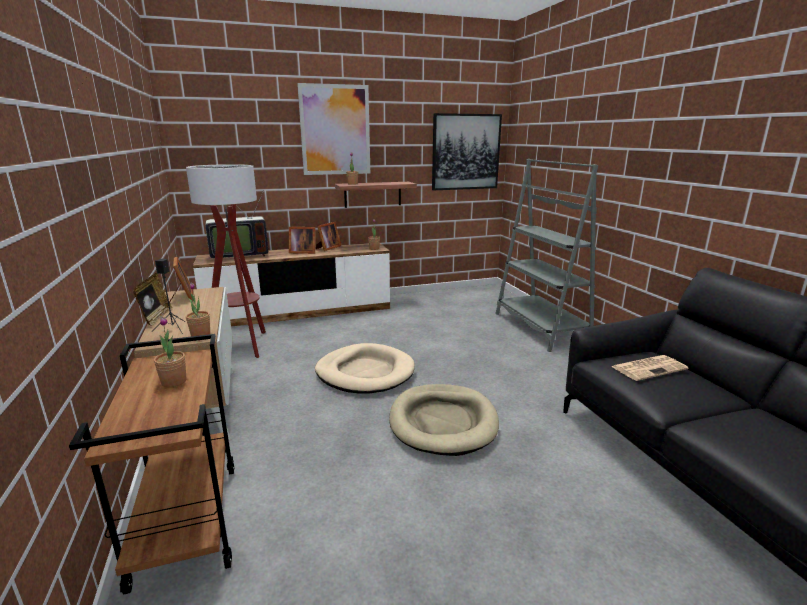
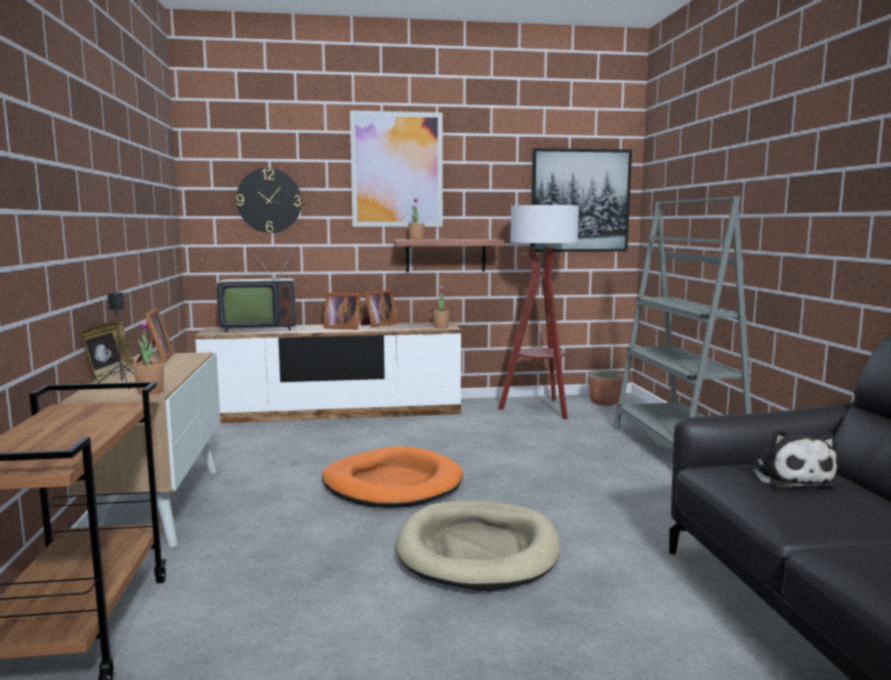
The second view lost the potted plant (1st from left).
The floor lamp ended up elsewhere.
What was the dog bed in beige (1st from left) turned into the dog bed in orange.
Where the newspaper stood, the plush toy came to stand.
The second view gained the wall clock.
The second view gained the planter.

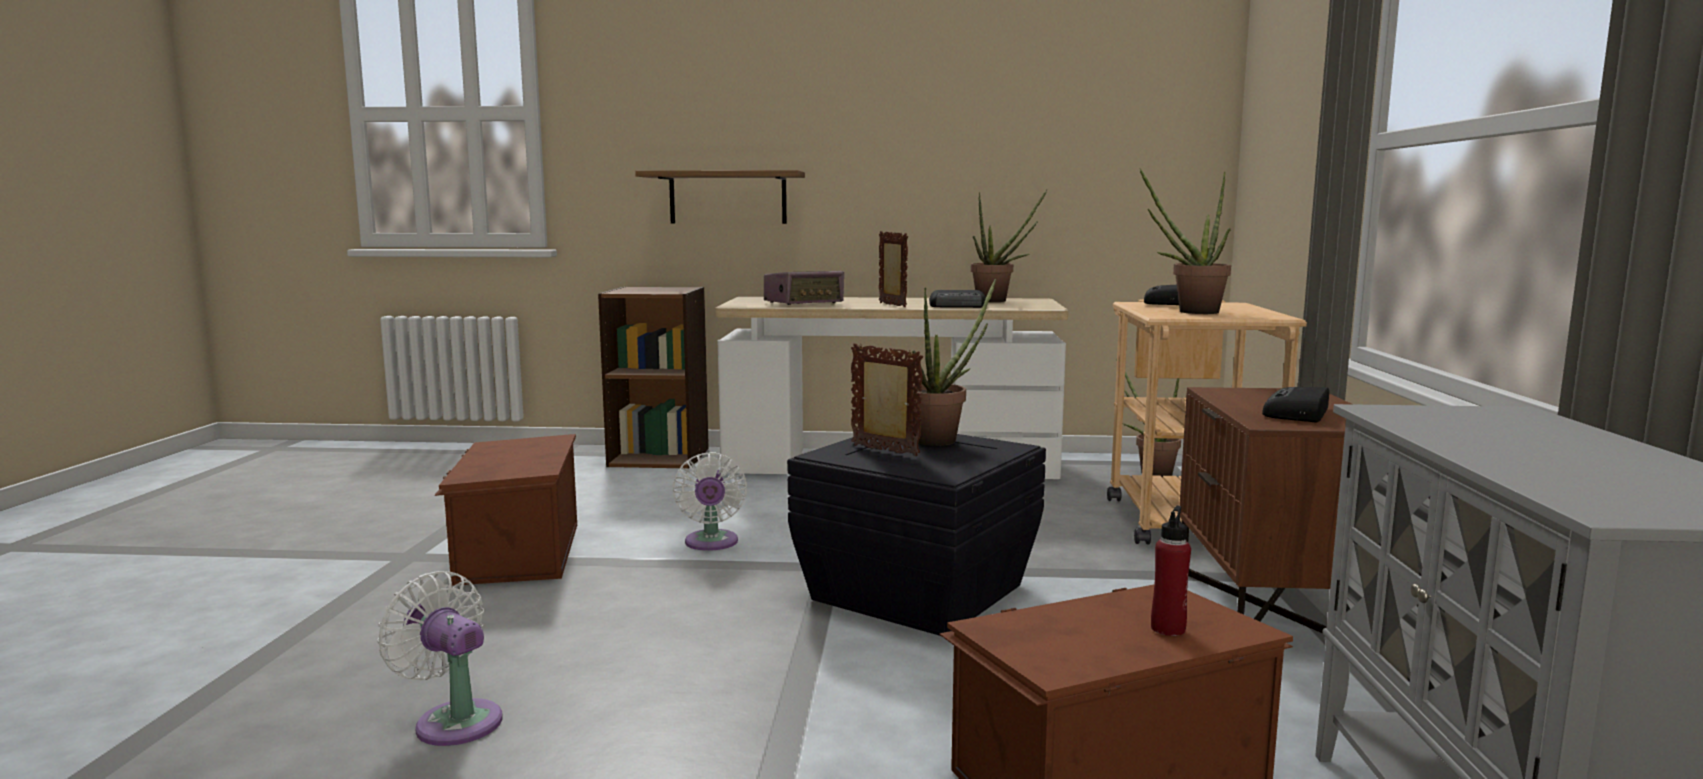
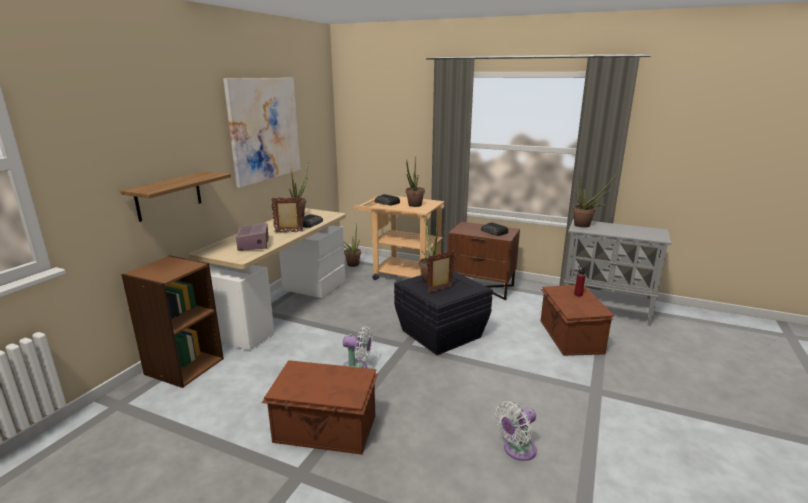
The second view gained the picture.
The second view gained the potted plant (5th from left).

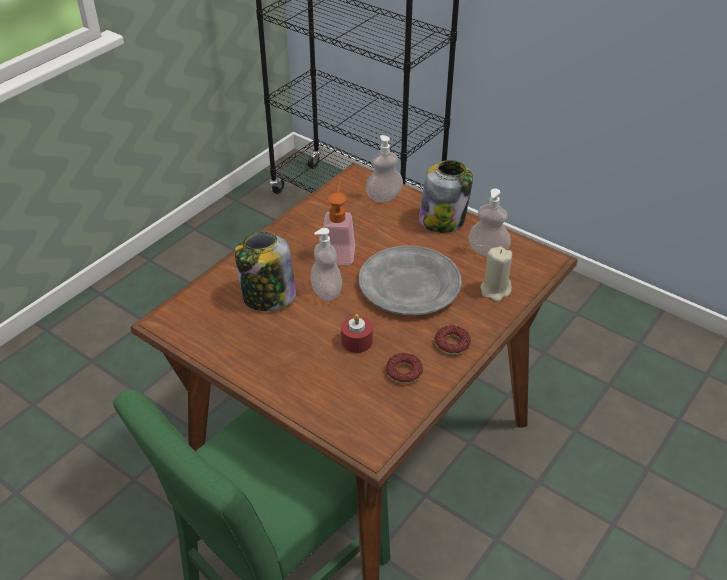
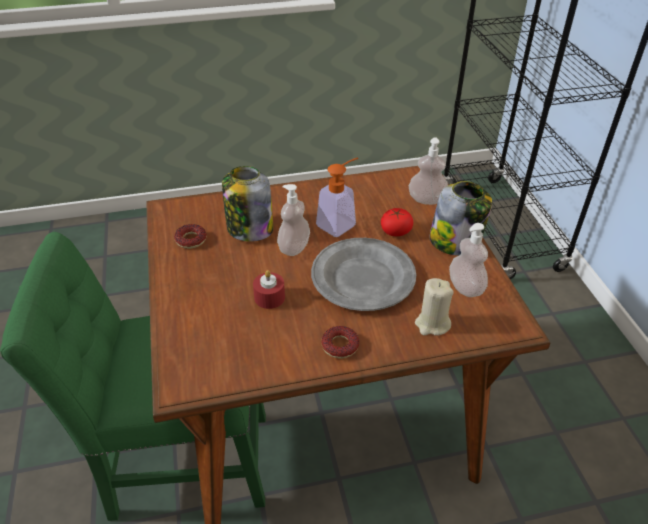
The donut (1st from left) ended up elsewhere.
The second view gained the tomato.

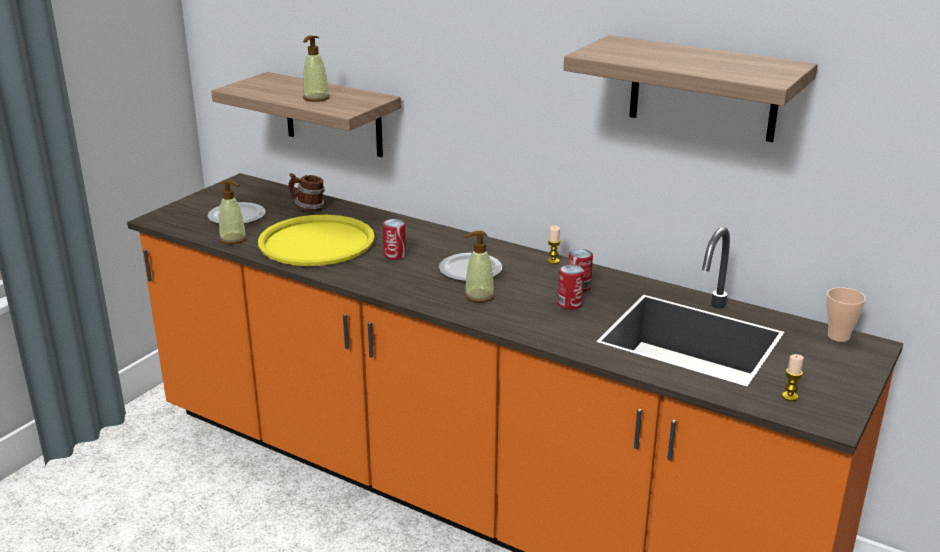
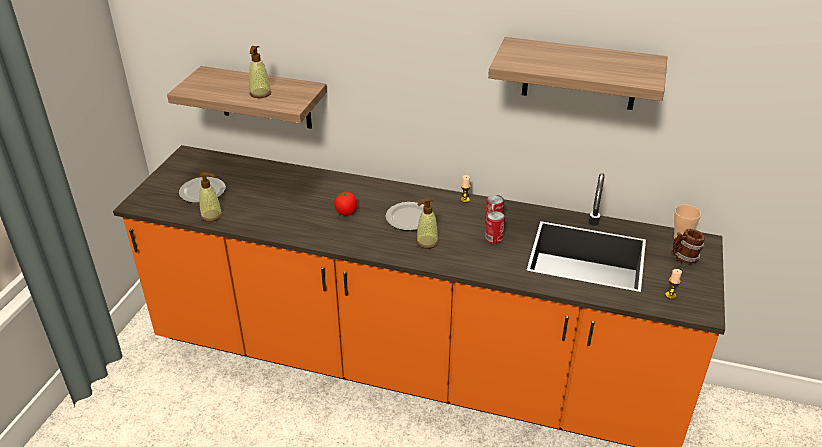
The second view lost the tray in yellow.
The mug ended up elsewhere.
Where the can (1st from left) stood, the tomato came to stand.

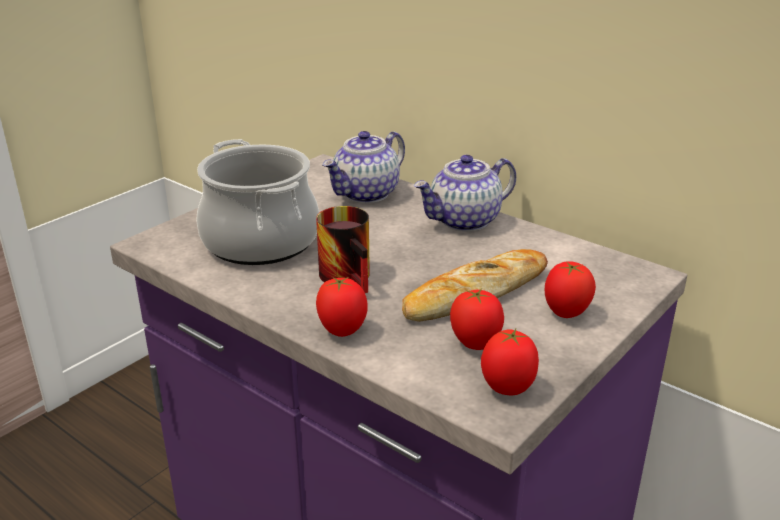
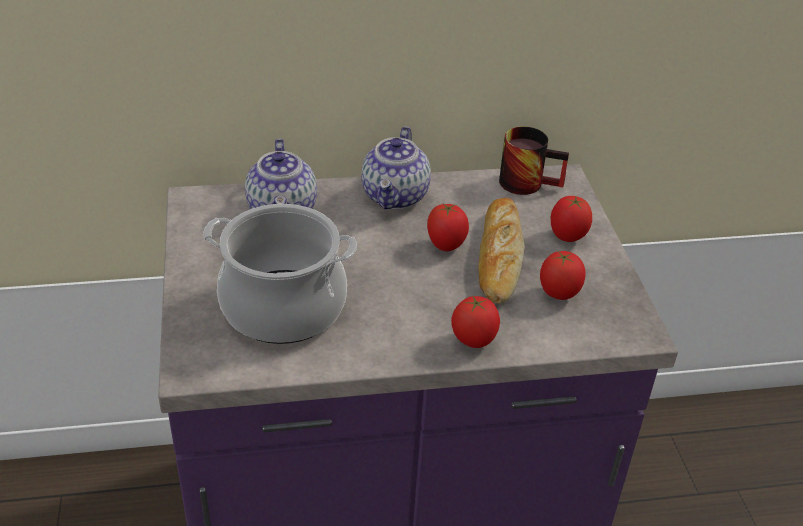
The mug ended up elsewhere.
The tomato (3rd from left in the first image) ended up elsewhere.

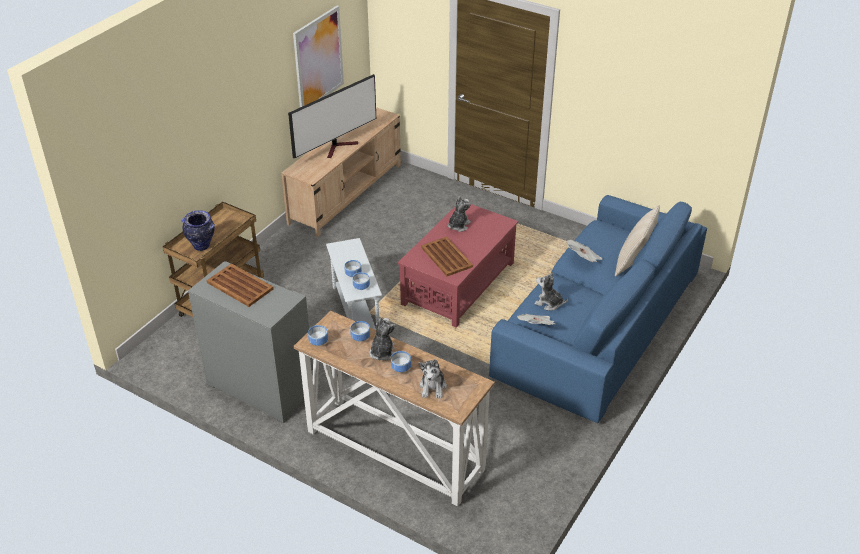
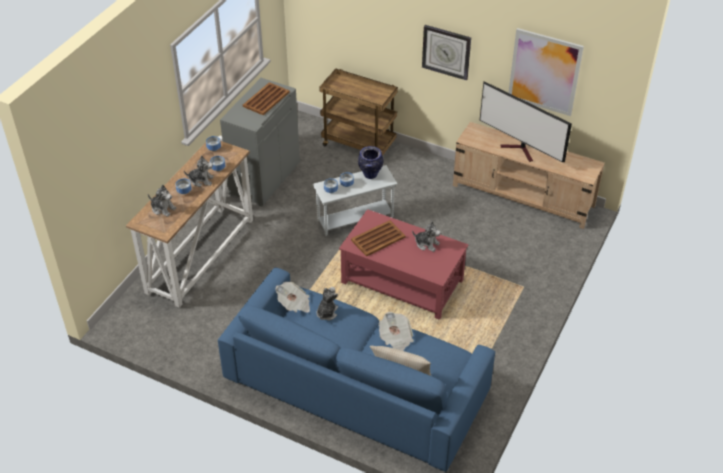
The vase ended up elsewhere.
The plush toy (2nd from left in the first image) ended up facing another way, 150 degrees counterclockwise from before.
The second view gained the wall clock.

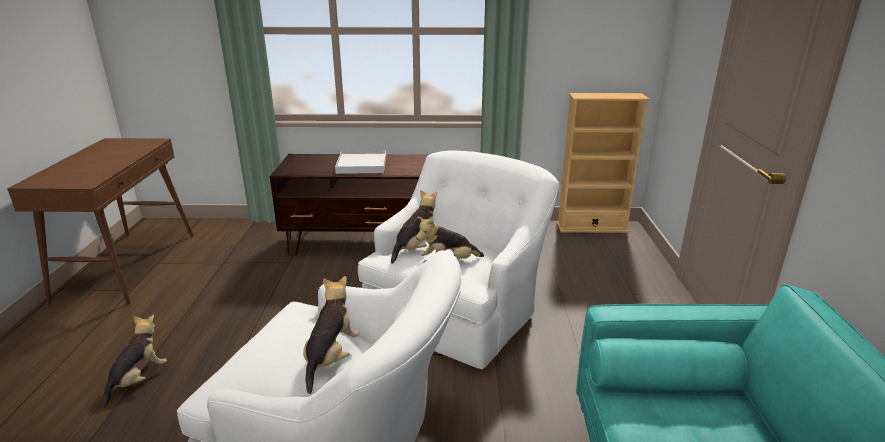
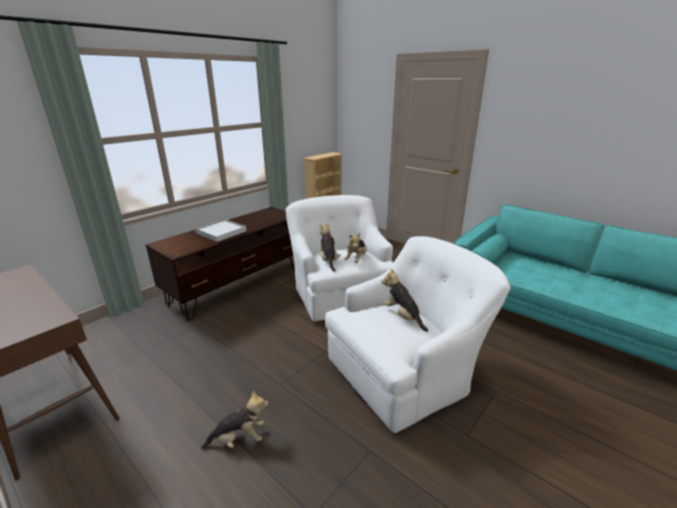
The plush toy (1st from left) ended up facing another way, 105 degrees clockwise from before.

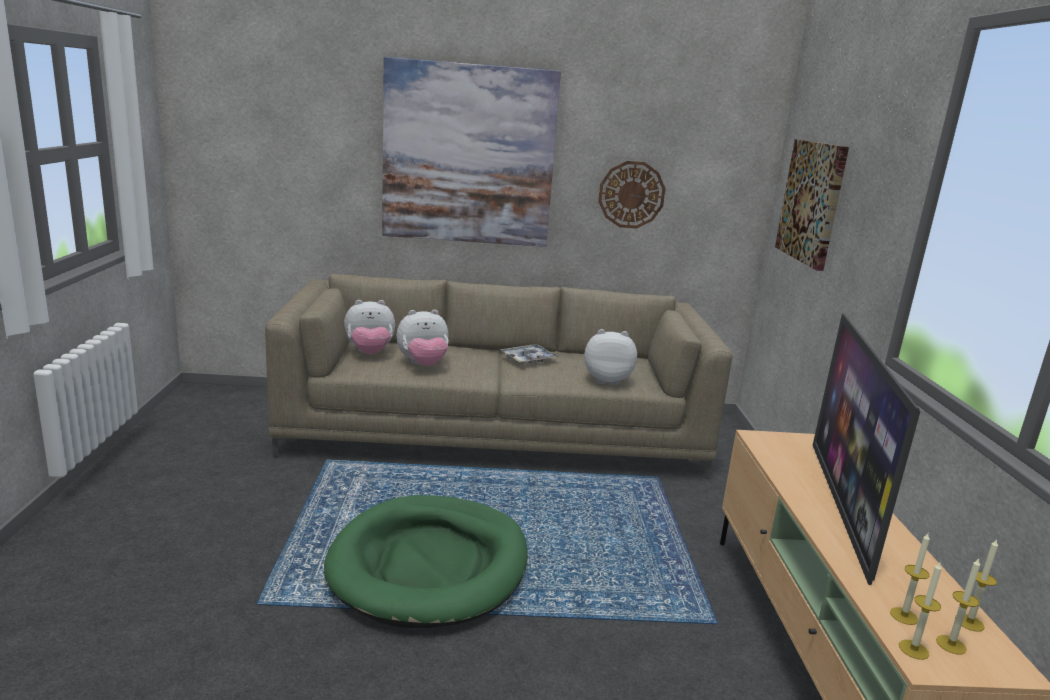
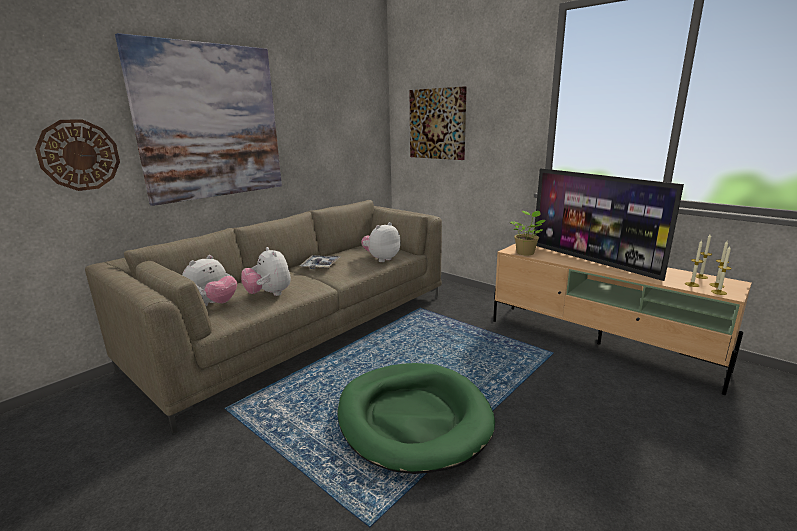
The plush toy (2nd from left) ended up facing another way, 120 degrees clockwise from before.
The wall clock ended up elsewhere.
The second view gained the potted plant.

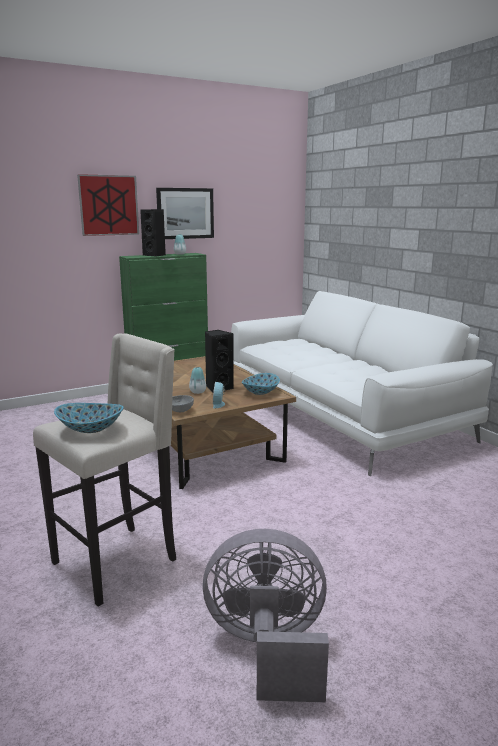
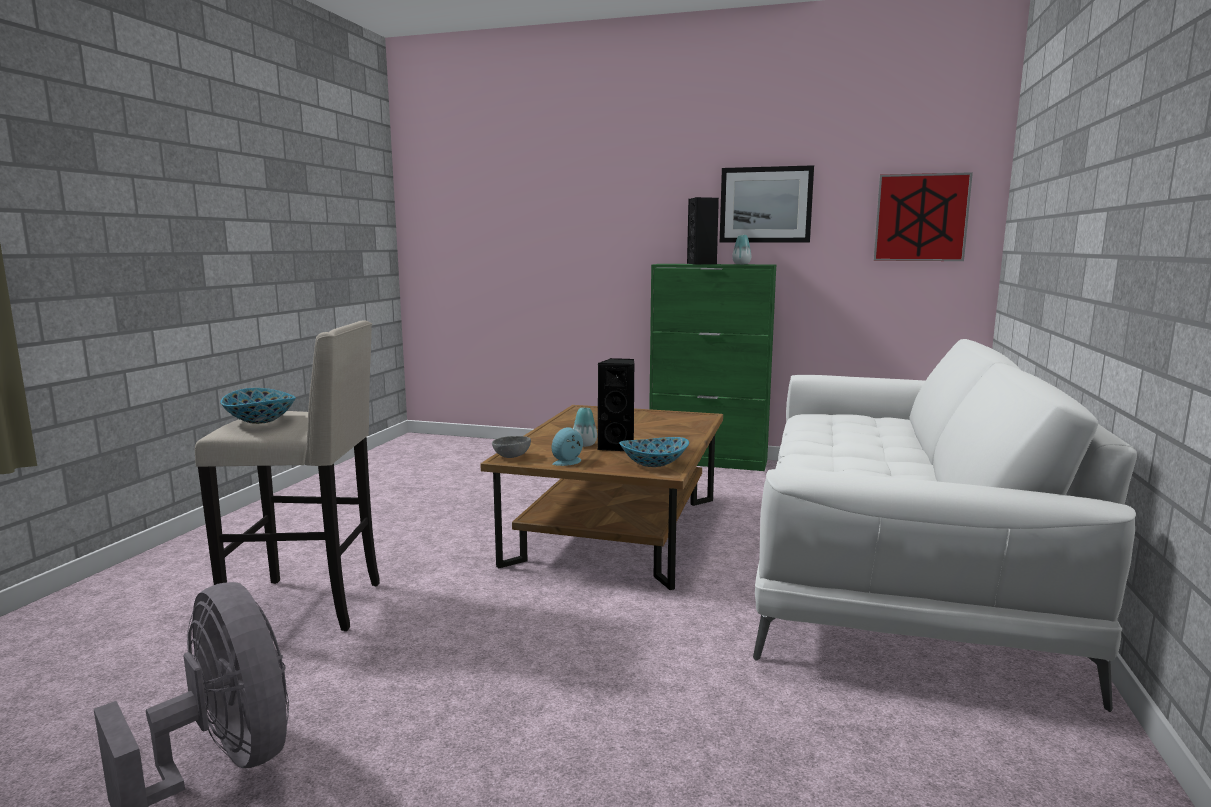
The picture (1st from left in the first image) ended up elsewhere.

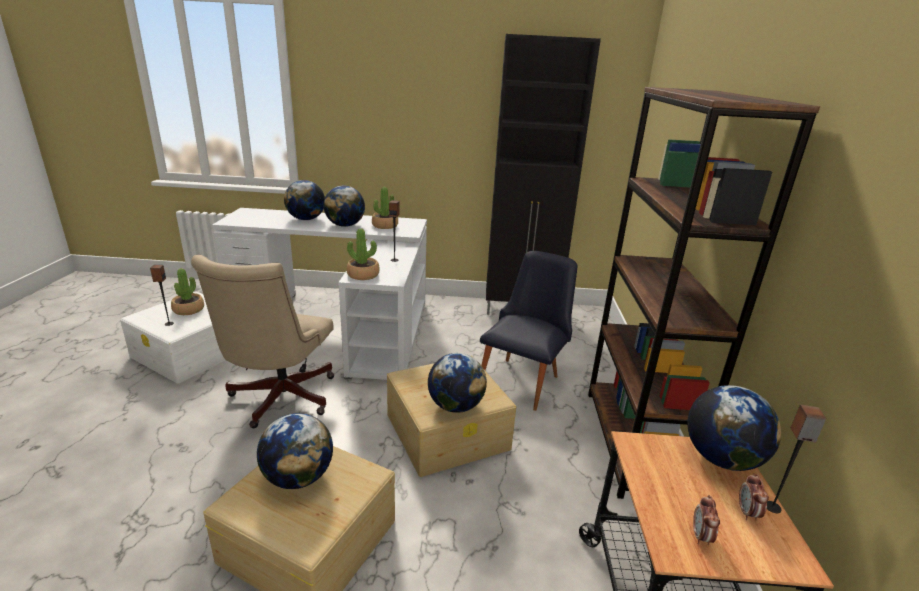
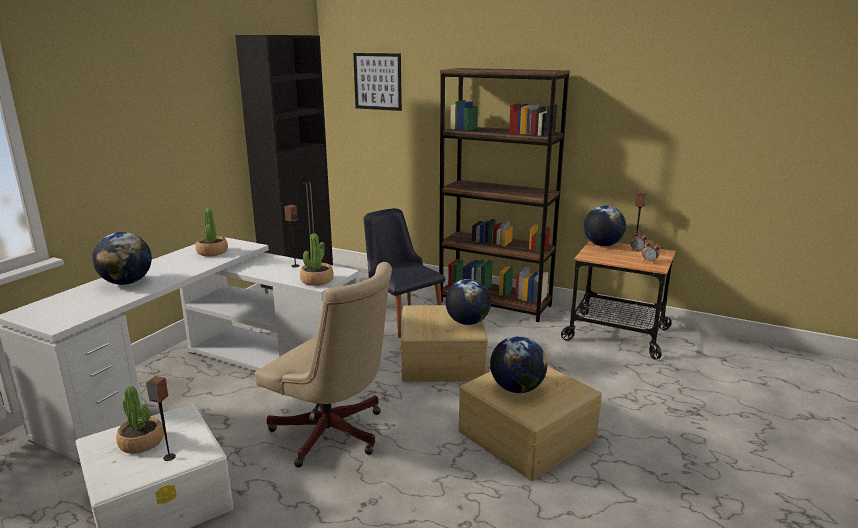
The second view lost the globe (3rd from left).
The second view gained the picture.

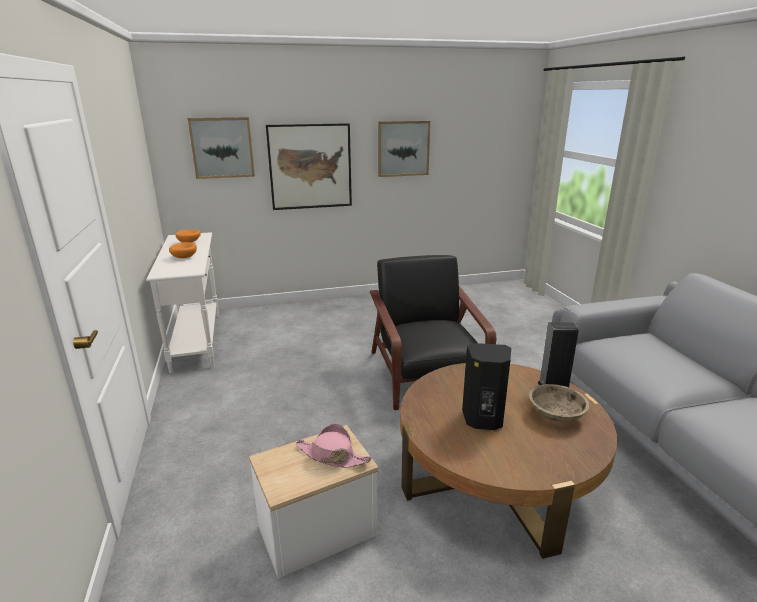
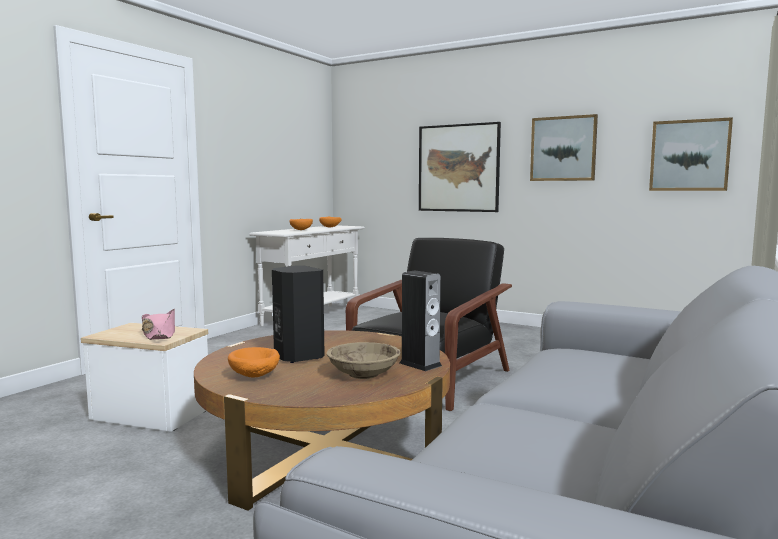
The picture (1st from left in the first image) ended up elsewhere.
The second view gained the bowl in orange (1st from left).

